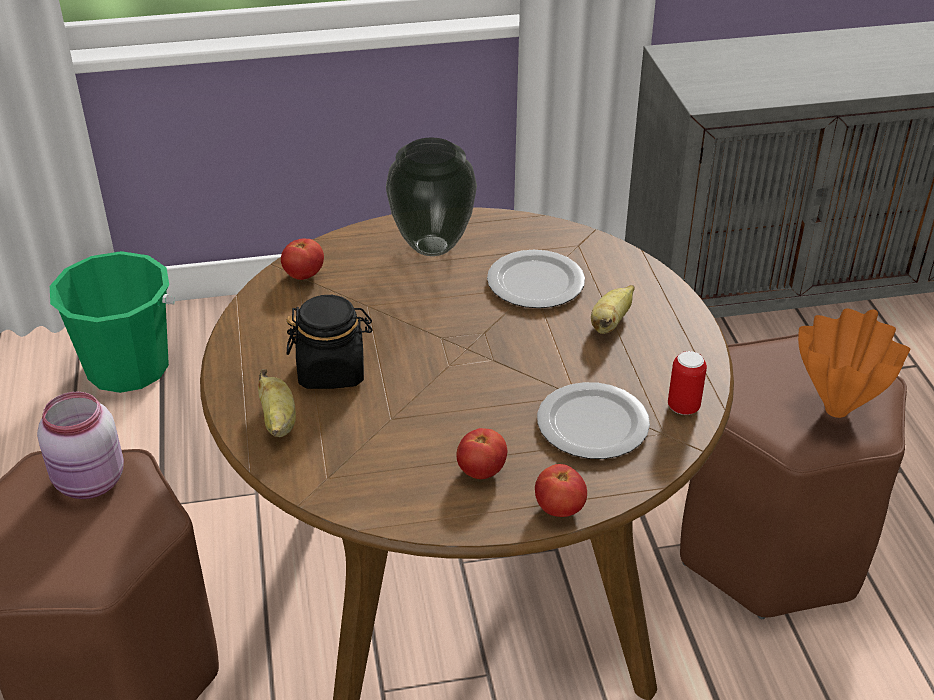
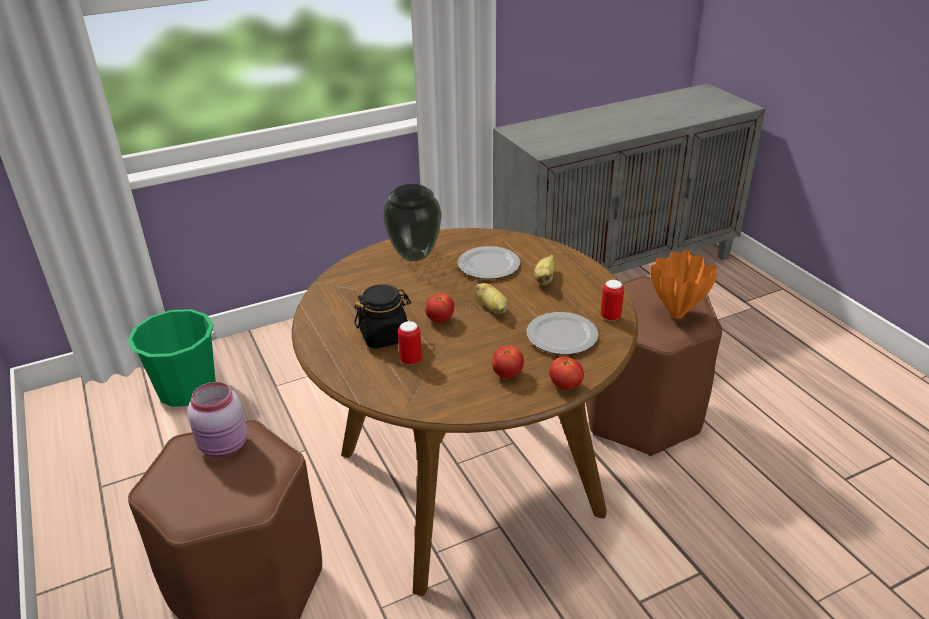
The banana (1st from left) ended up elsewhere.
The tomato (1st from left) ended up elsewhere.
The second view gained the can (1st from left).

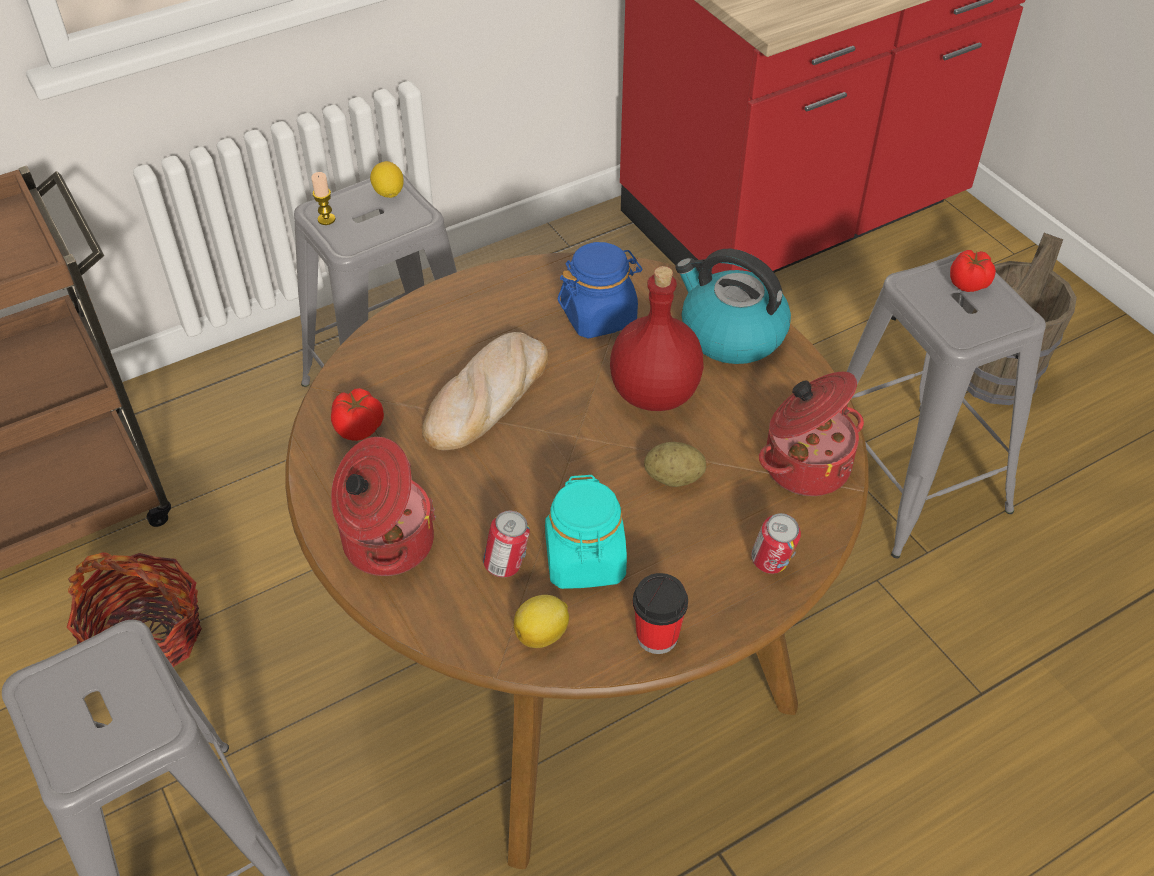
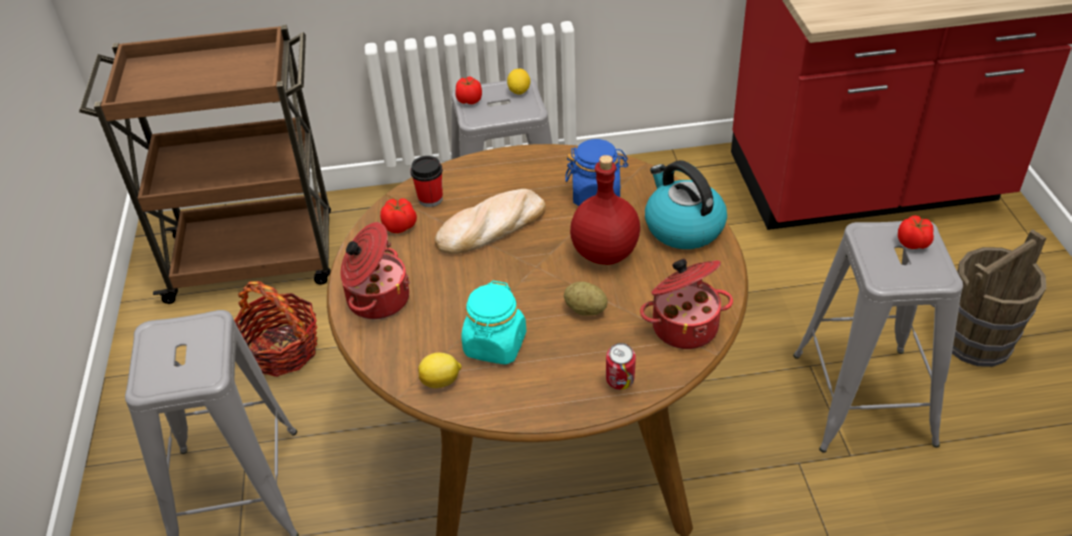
Where the candle stood, the tomato (2nd from left) came to stand.
The second view lost the can (1st from left).
The cup ended up elsewhere.

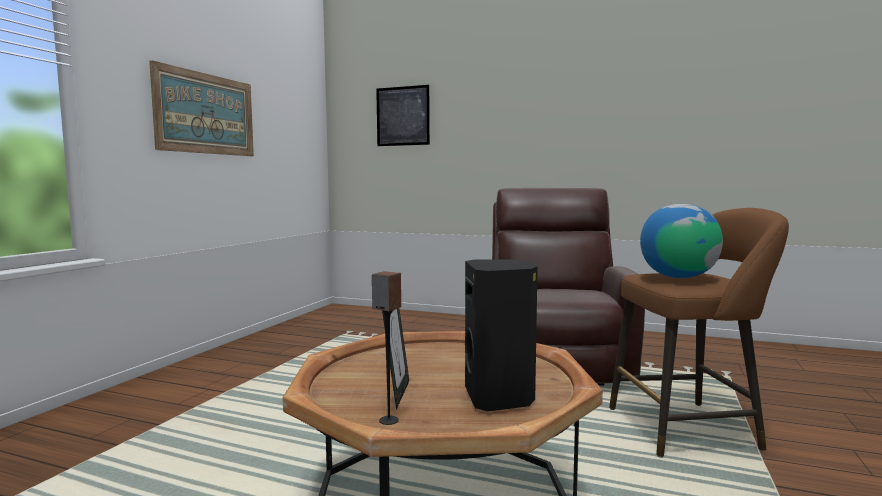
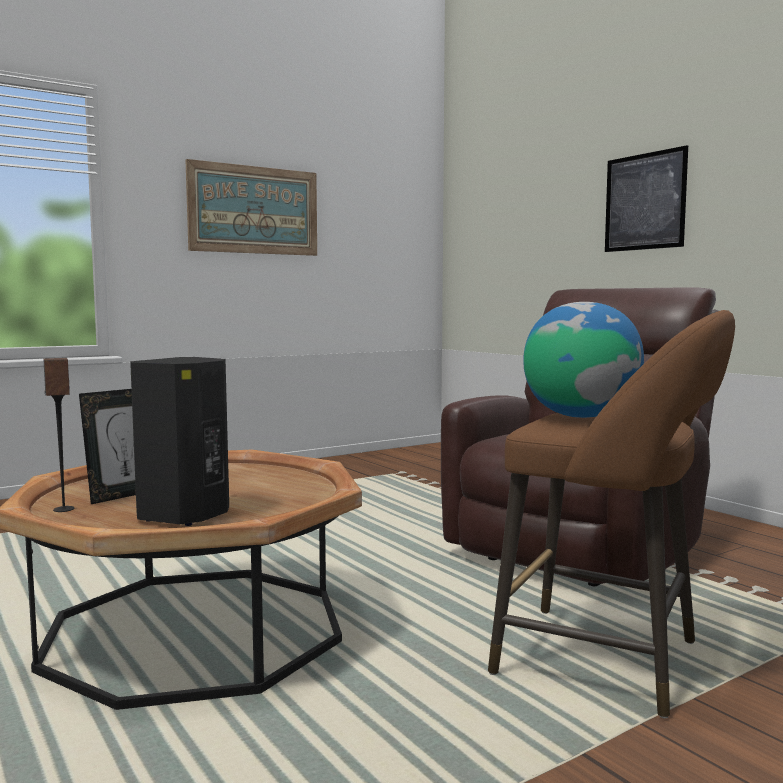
The picture (2nd from left) ended up elsewhere.

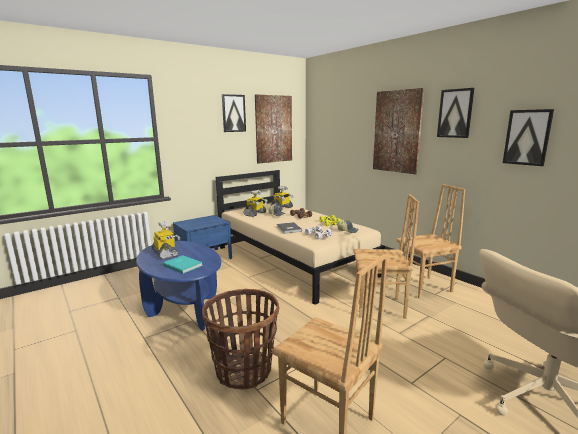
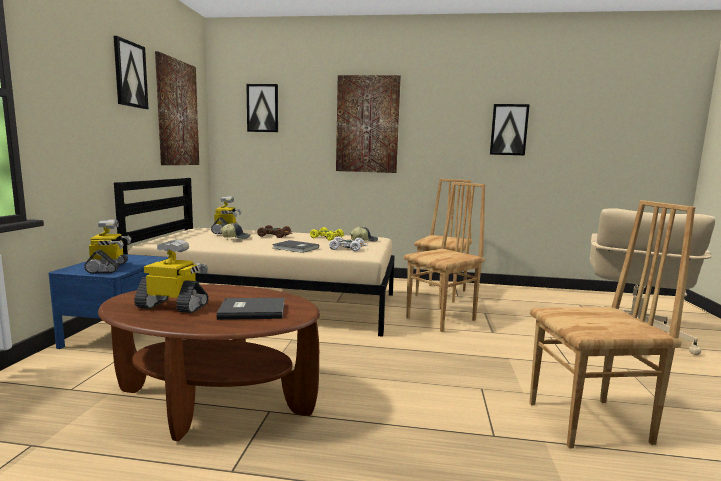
What was the coffee table in blue turned into the coffee table in brown.
What was the book in turquoise turned into the book in grey (1st from left).
The second view lost the basket.
The toy robot (2nd from left in the first image) ended up elsewhere.
The picture (4th from left in the first image) ended up elsewhere.

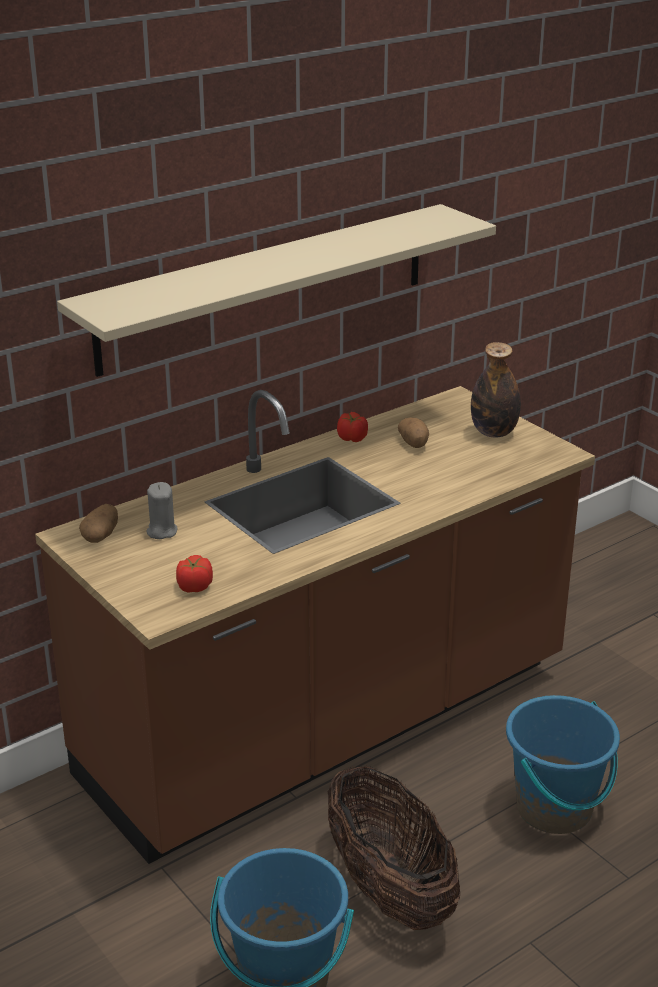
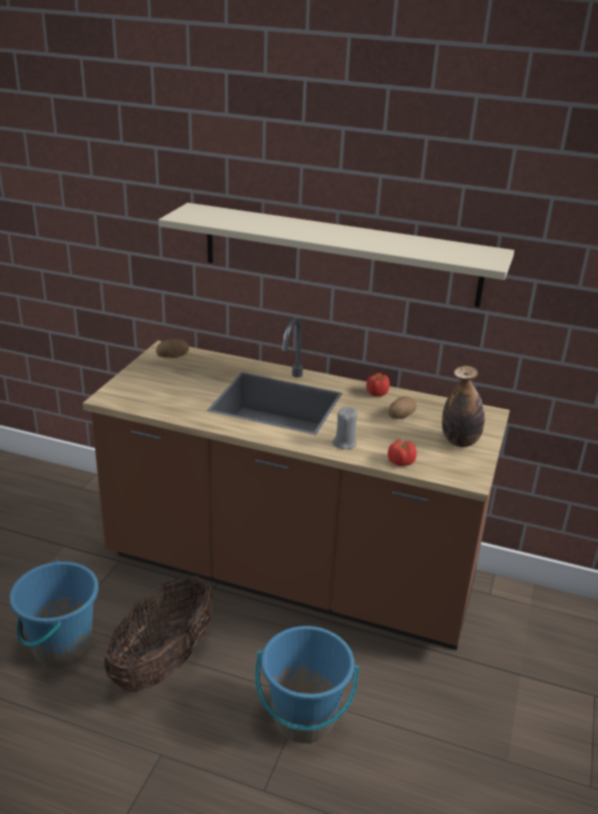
The candle in grey ended up elsewhere.
The tomato (1st from left in the first image) ended up elsewhere.

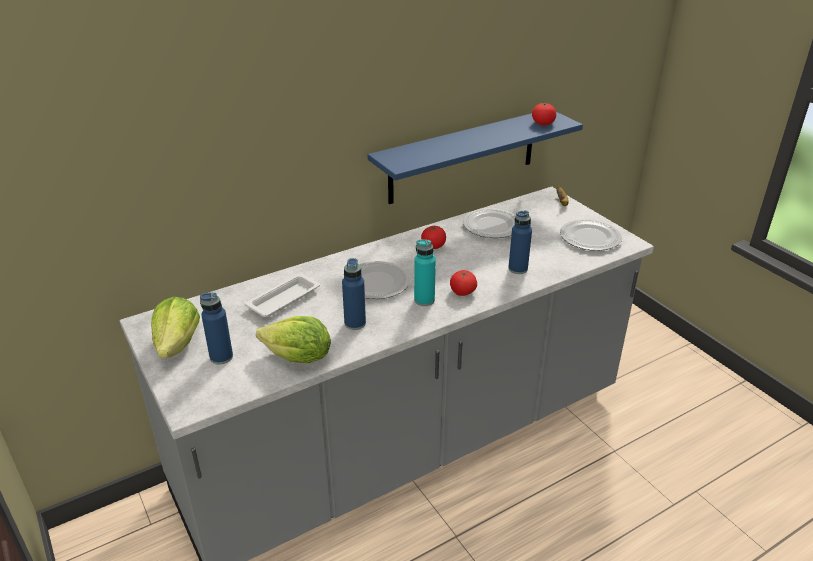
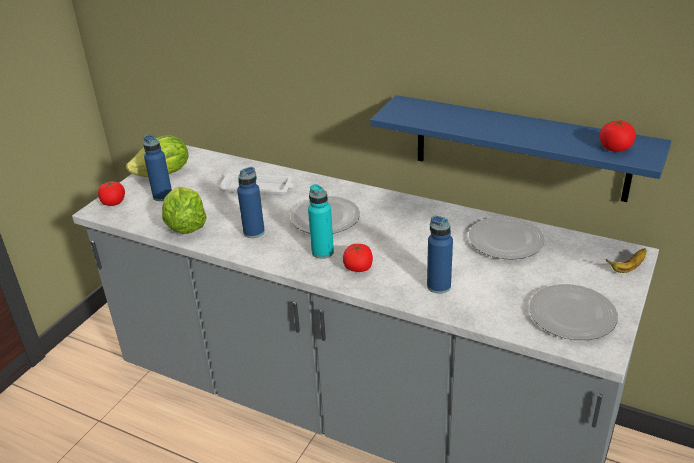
The tomato (1st from left) ended up elsewhere.

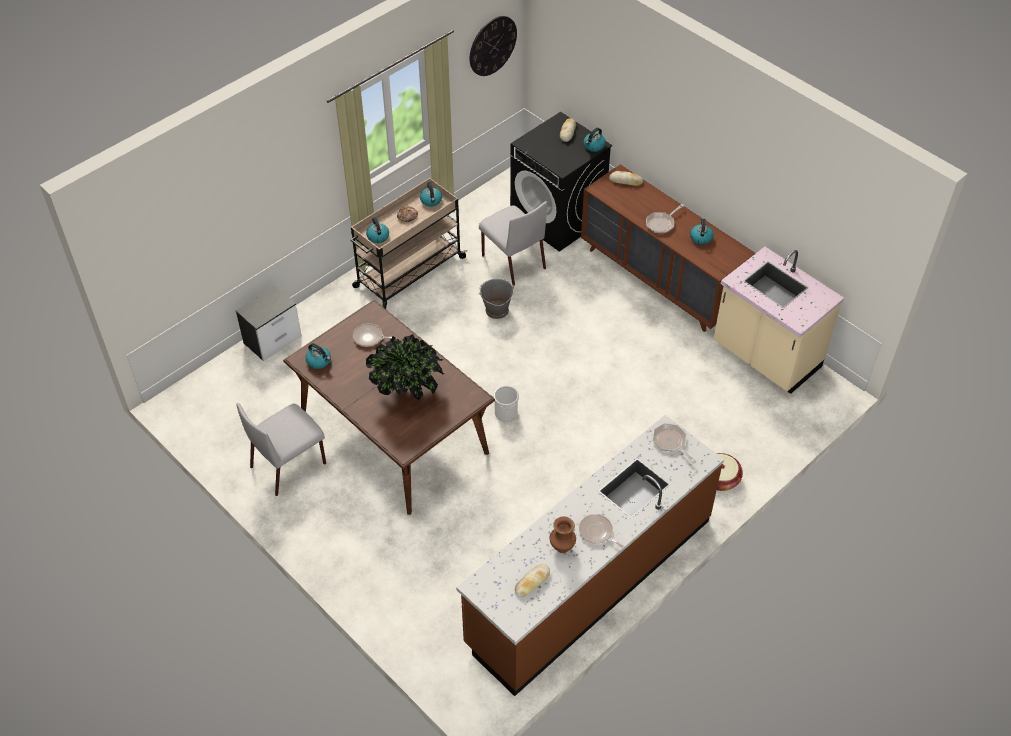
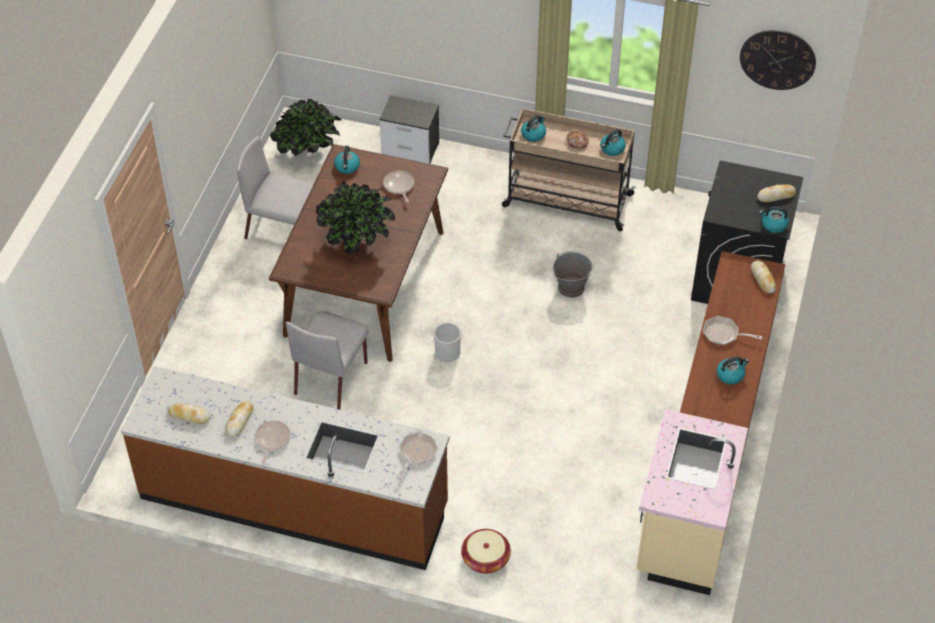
The chair in grey (2nd from left) ended up elsewhere.
Where the vase in brown stood, the bread (2nd from left) came to stand.
The second view gained the potted plant (1st from left).

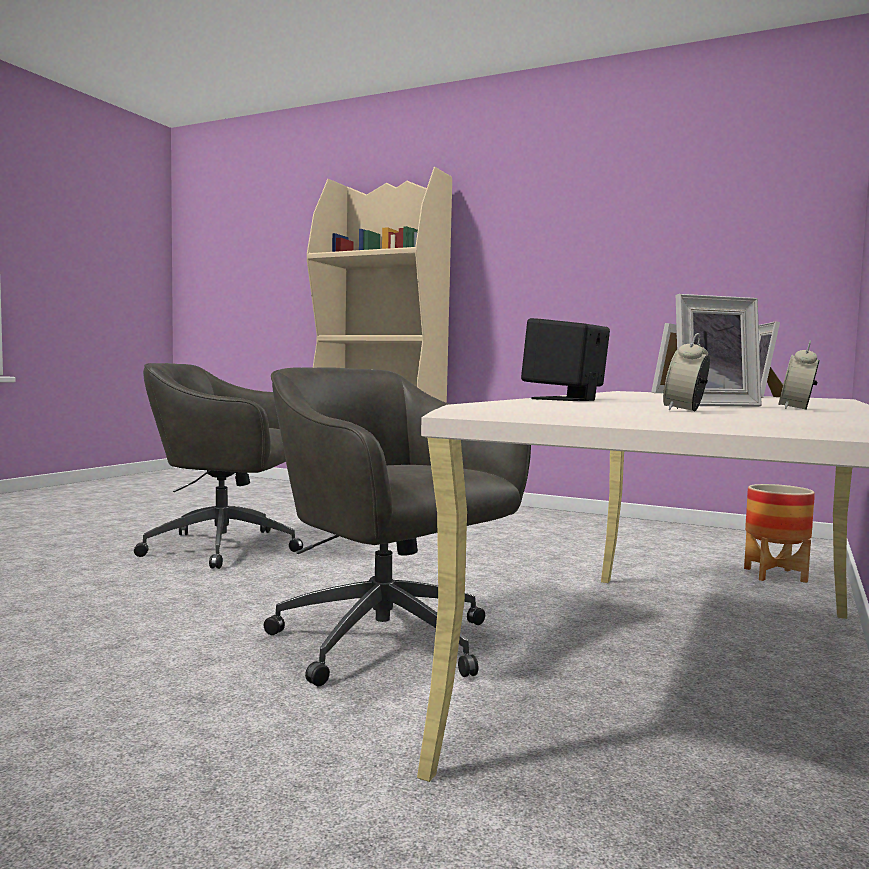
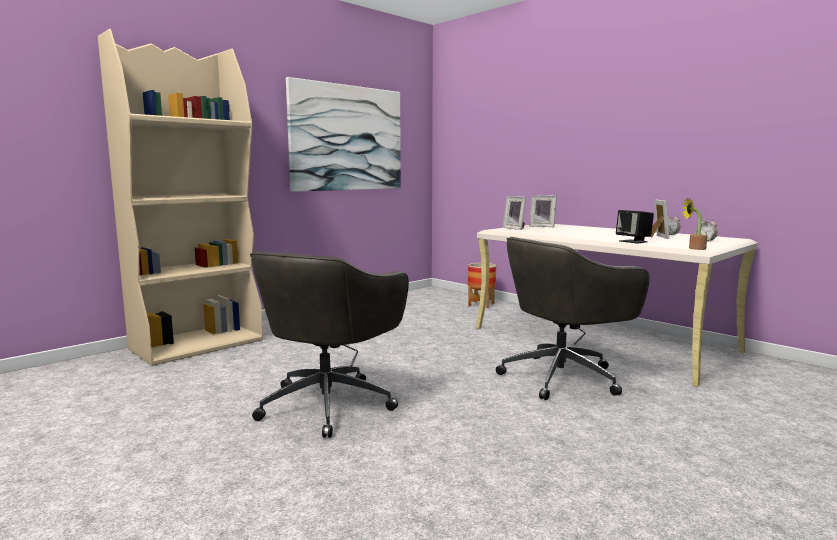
The second view gained the picture.
The second view gained the potted plant.

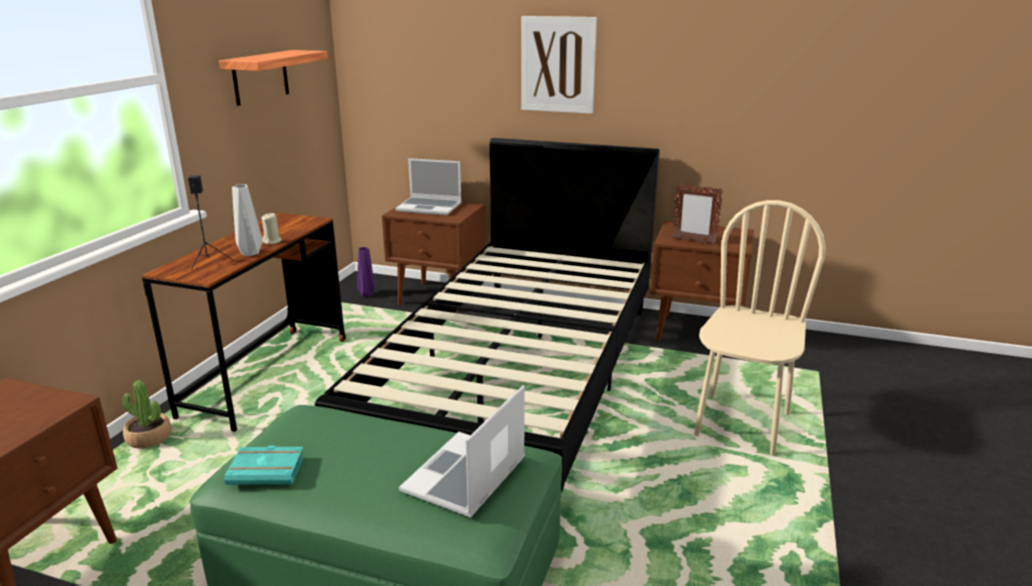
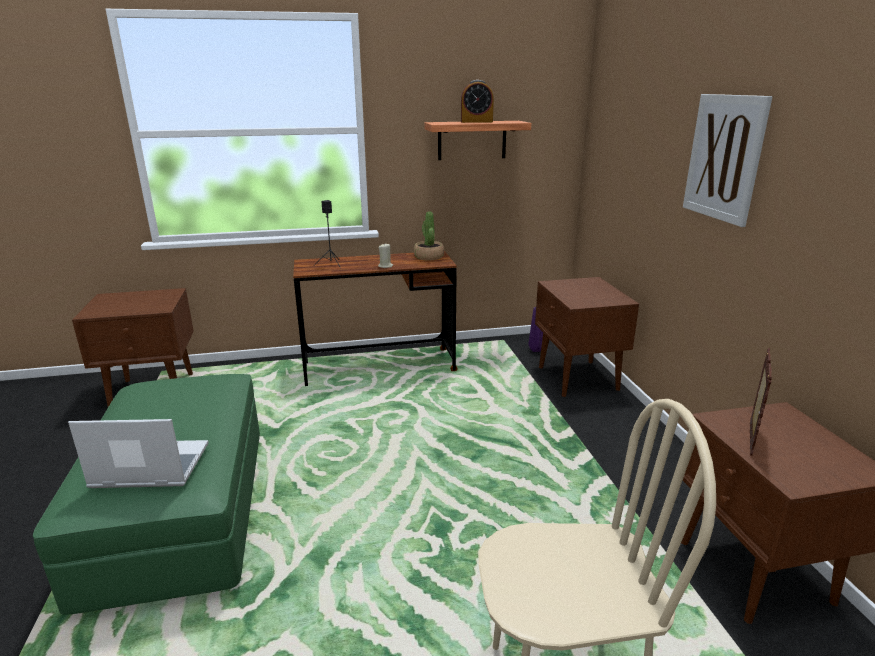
The potted plant ended up elsewhere.
The second view lost the book in turquoise.
The second view lost the vase in grey.
The second view lost the bed in black.
The second view lost the laptop (1st from left).
The picture frame ended up facing another way, 150 degrees counterclockwise from before.
The second view gained the alarm clock.

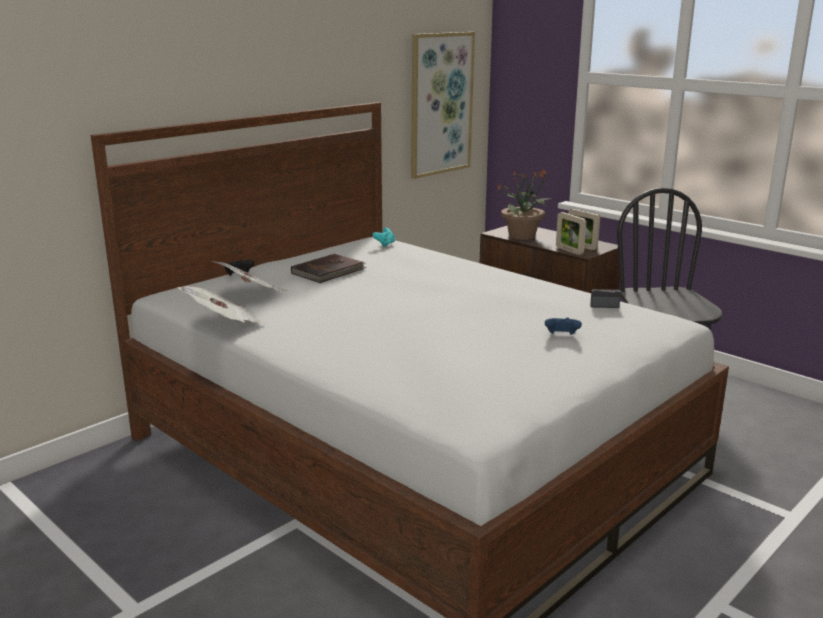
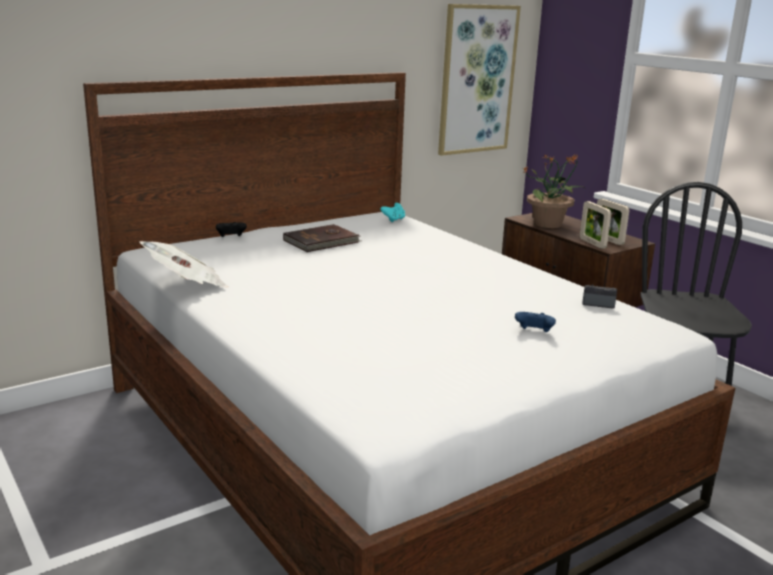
The second view lost the newspaper (2nd from left).

